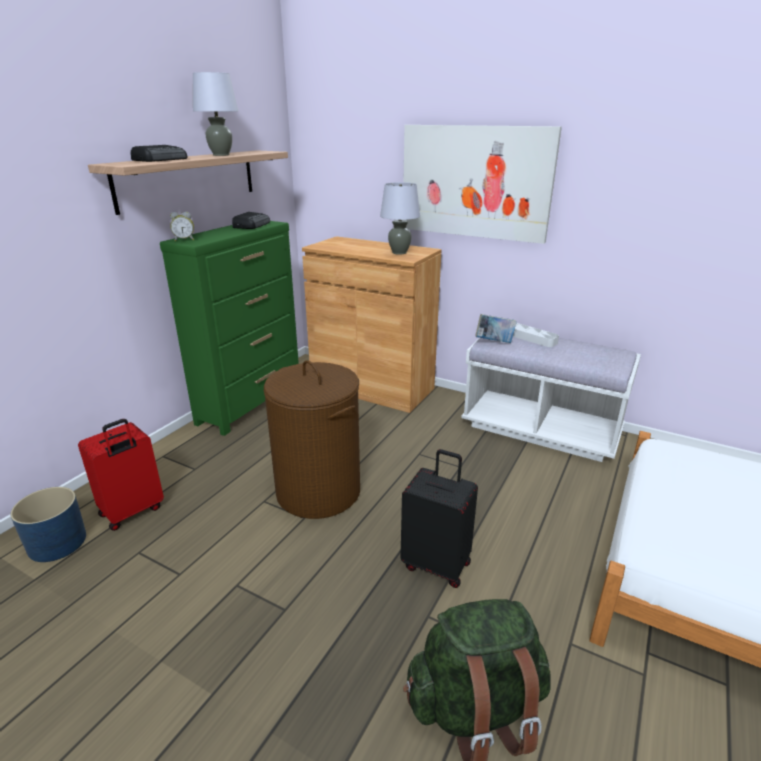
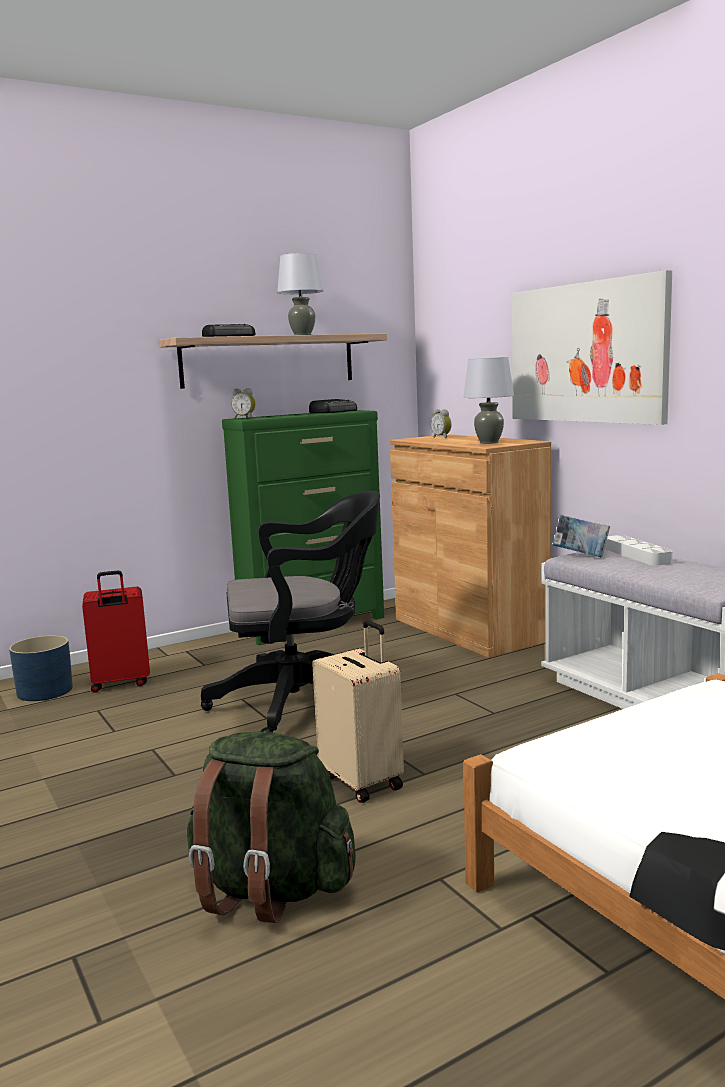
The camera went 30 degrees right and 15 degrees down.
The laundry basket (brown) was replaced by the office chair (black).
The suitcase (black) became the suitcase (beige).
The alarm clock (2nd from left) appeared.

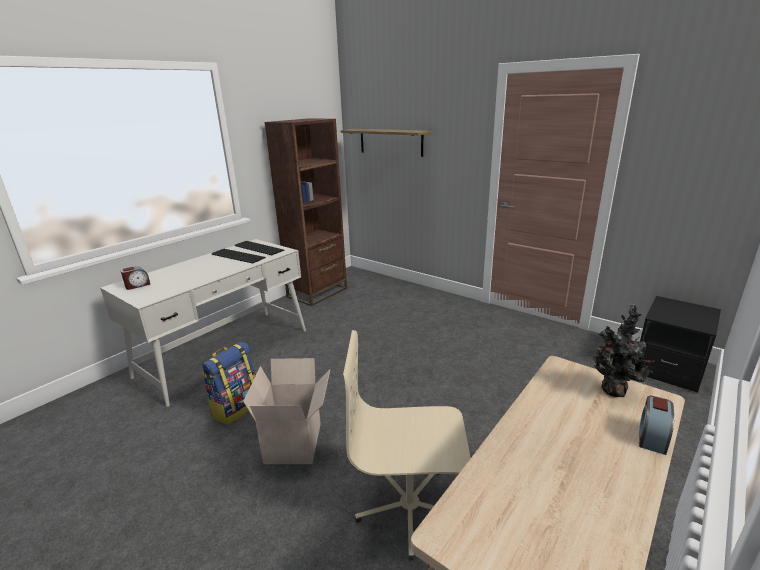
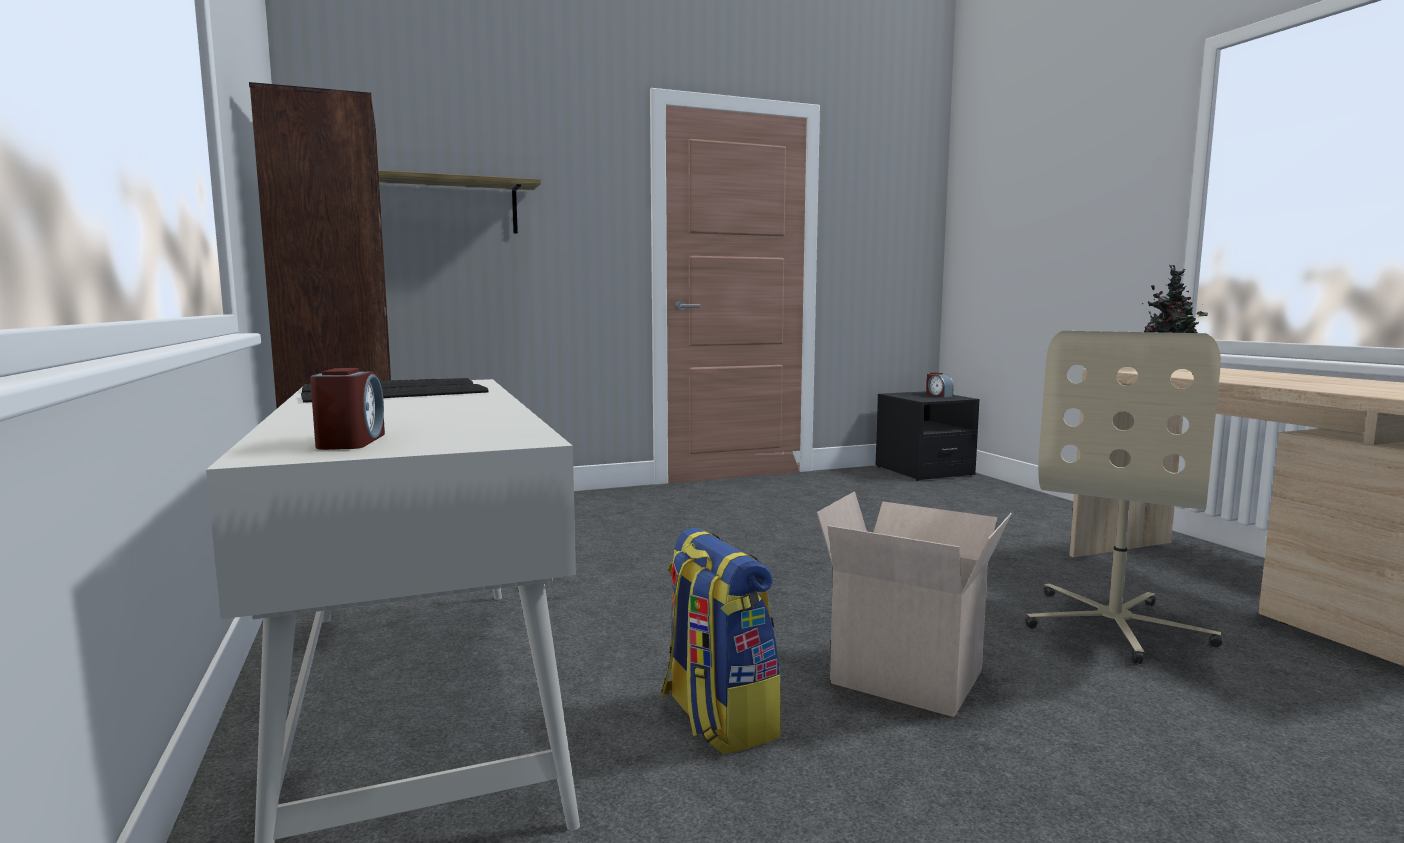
The camera went 60 degrees left and 15 degrees down.
The alarm clock (2nd from left) moved.

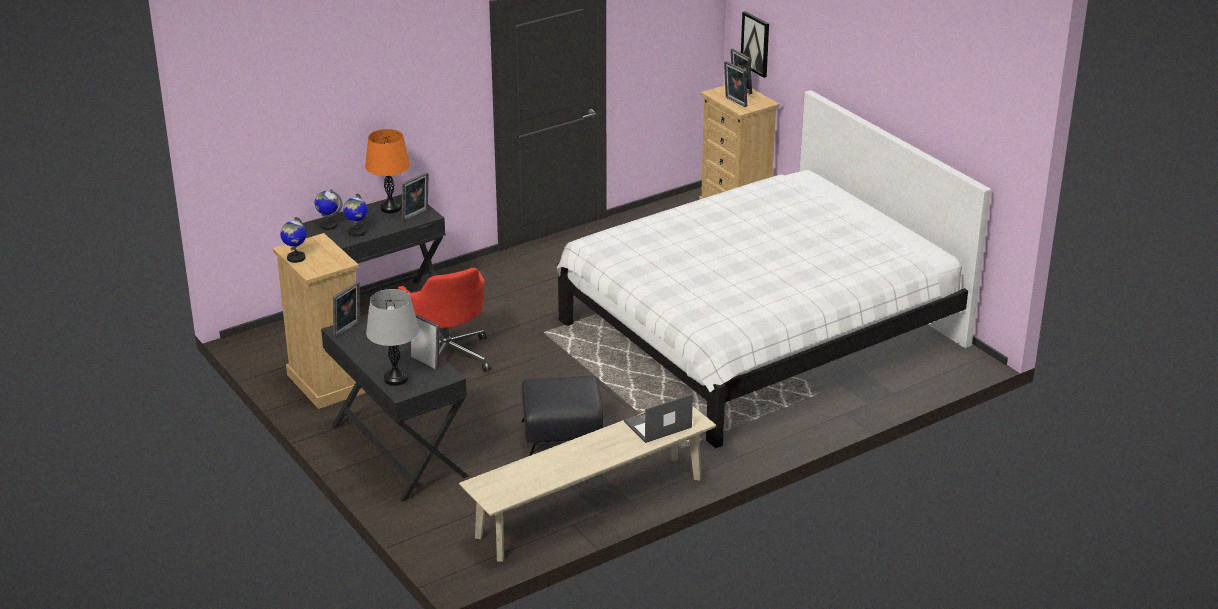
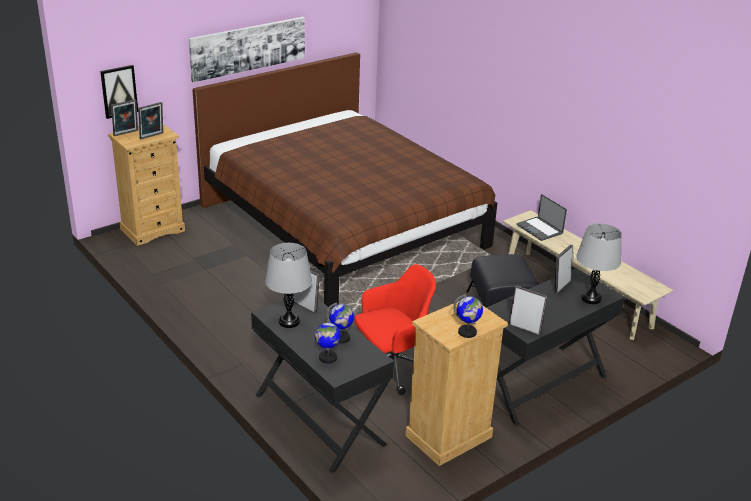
The camera went 95 degrees left and 0 degrees up.
The bed (white) became the bed (brown).
The table lamp (orange) became the table lamp (grey) (1st from left).
The picture (2nd from left) appeared.

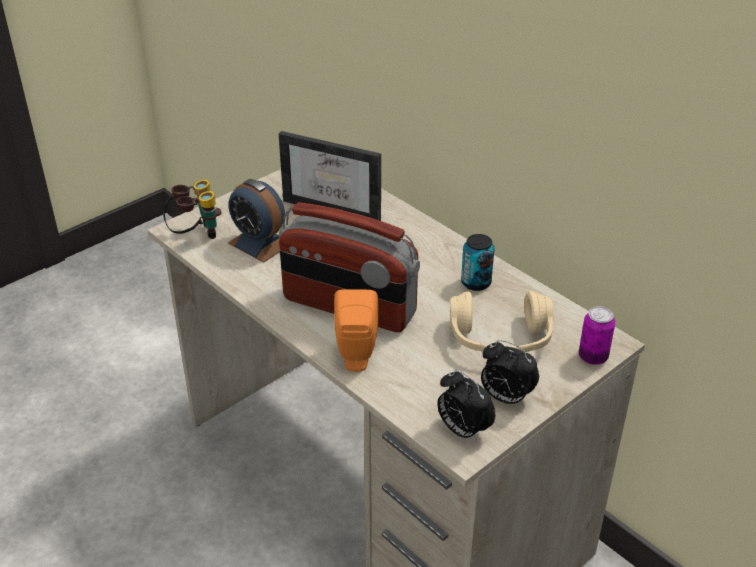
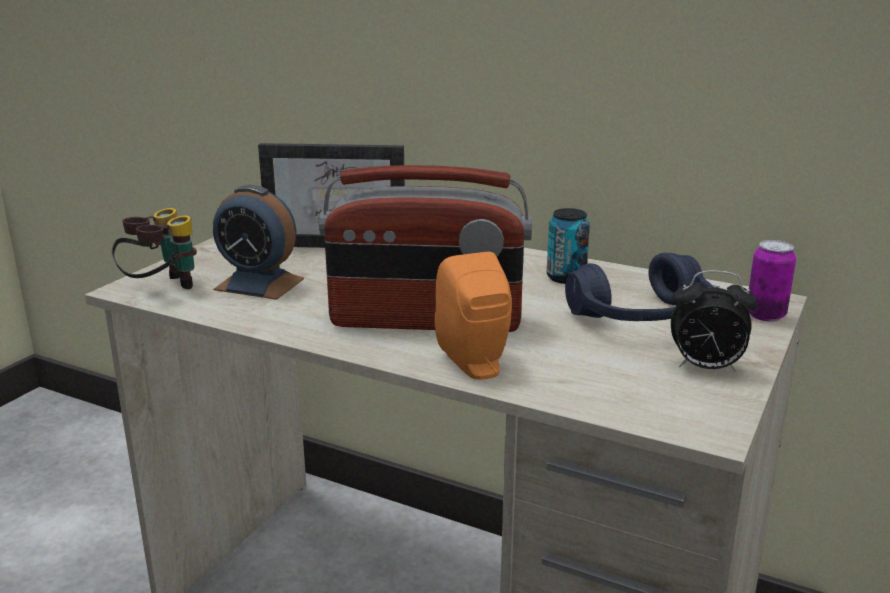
The camera went 20 degrees left and 15 degrees down.
The headphones (beige) became the headphones (blue).
The alarm clock (2nd from left) disappeared.

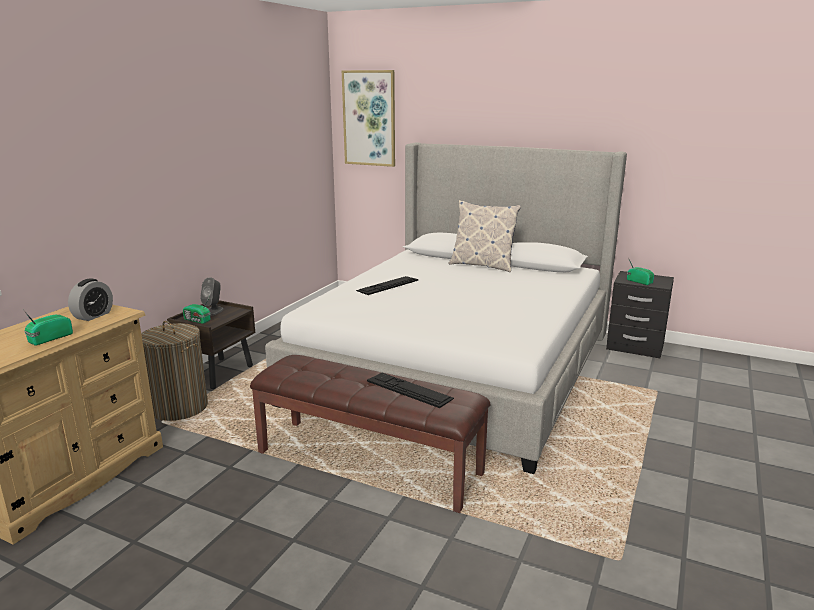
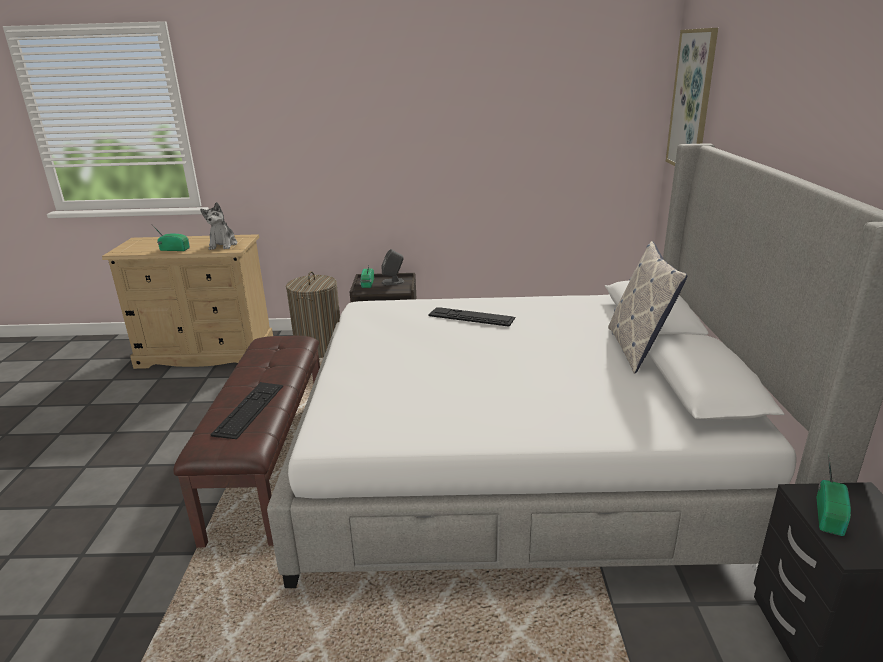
The camera went 65 degrees right and 5 degrees up.
The alarm clock was replaced by the plush toy.

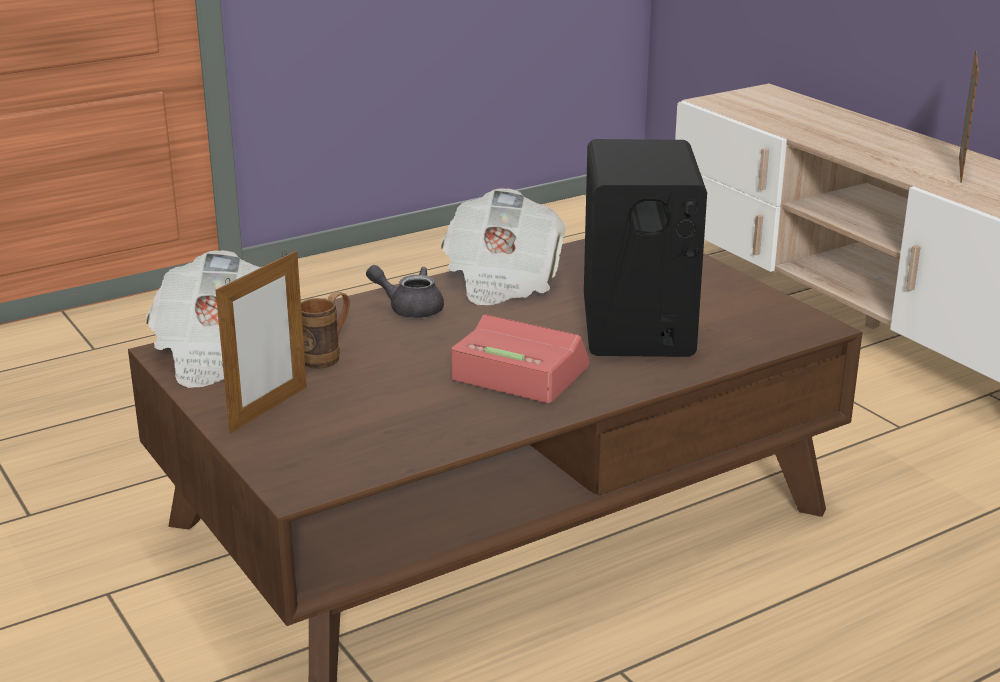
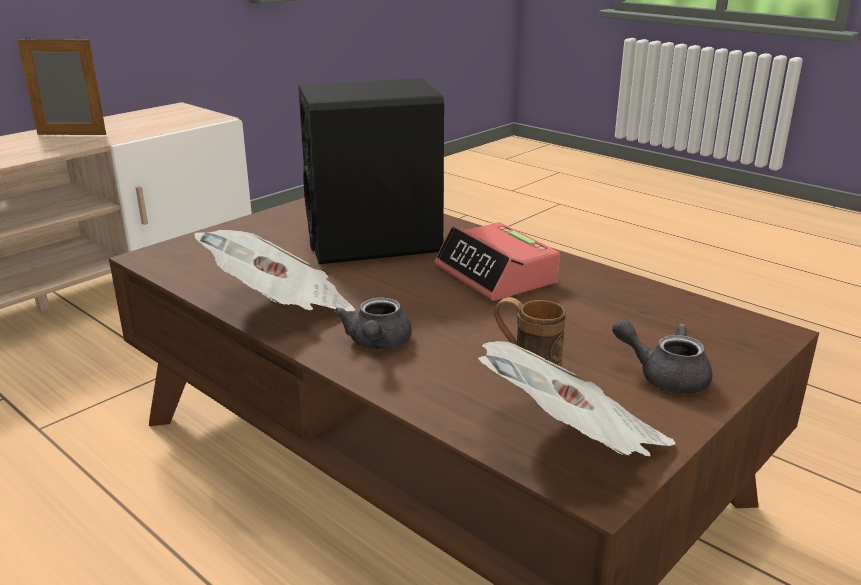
The camera went 105 degrees left and 0 degrees up.
The picture frame (1st from left) was replaced by the teapot (grey) (2nd from left).
The alarm clock turned 45 degrees counterclockwise.

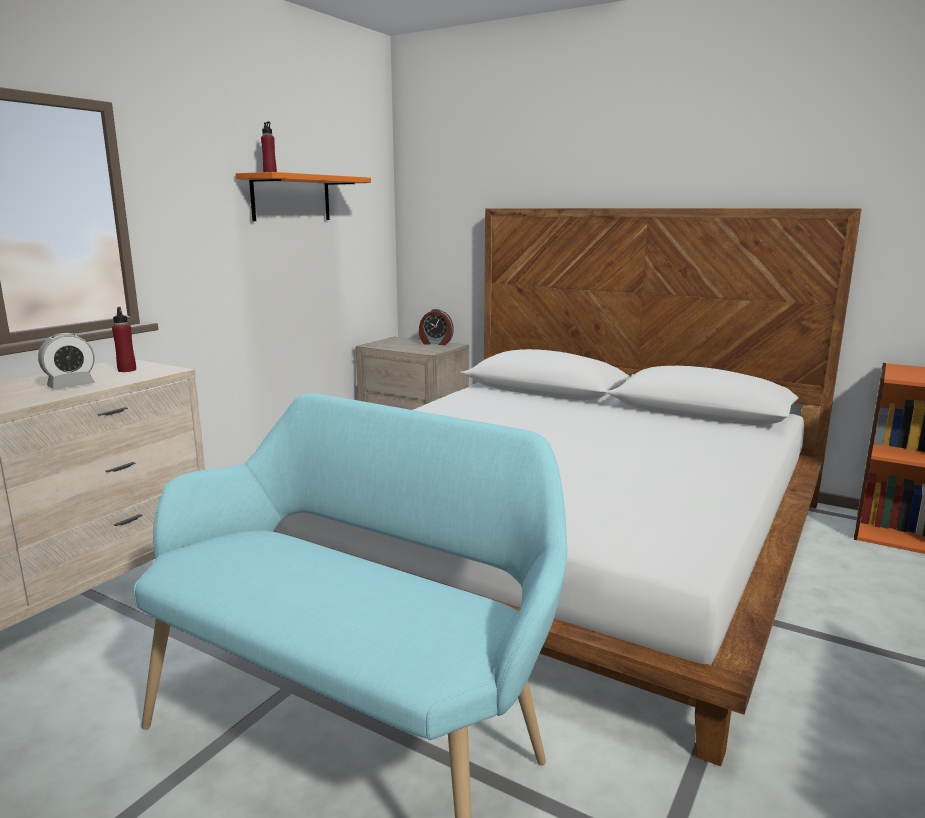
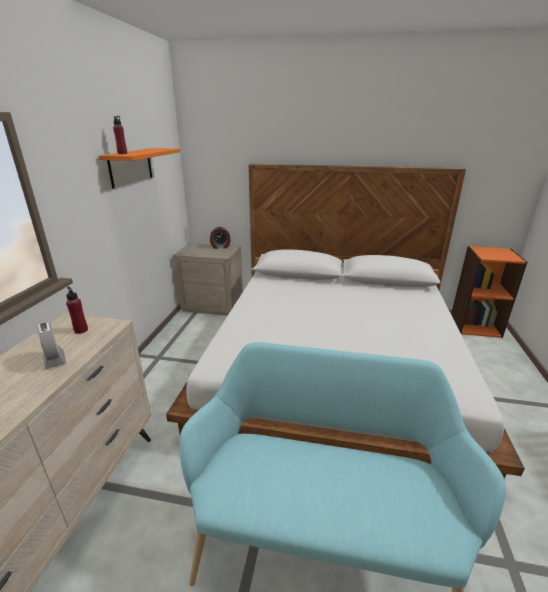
The camera went 20 degrees left and 10 degrees up.
The alarm clock (1st from left) turned 120 degrees clockwise.

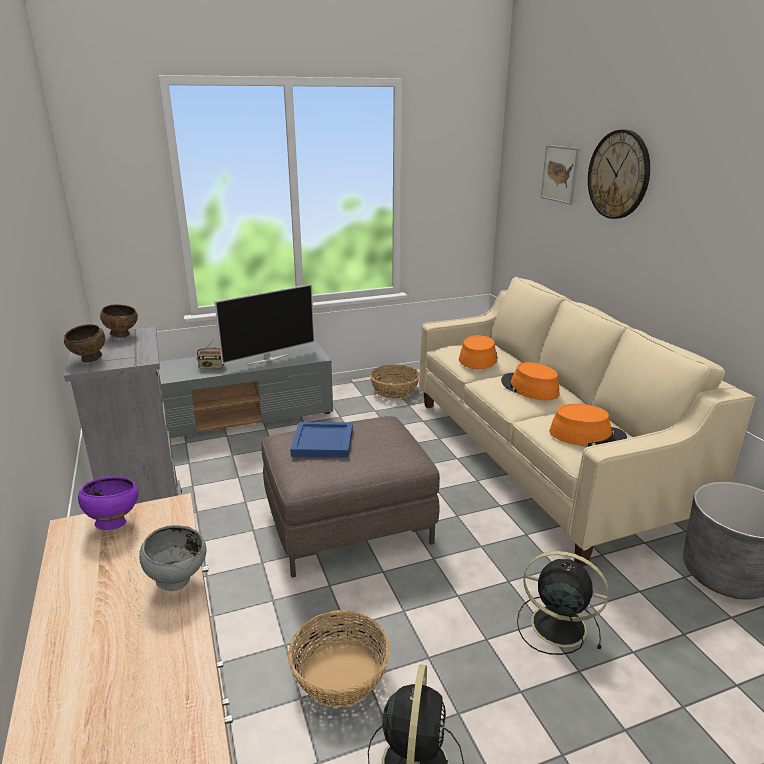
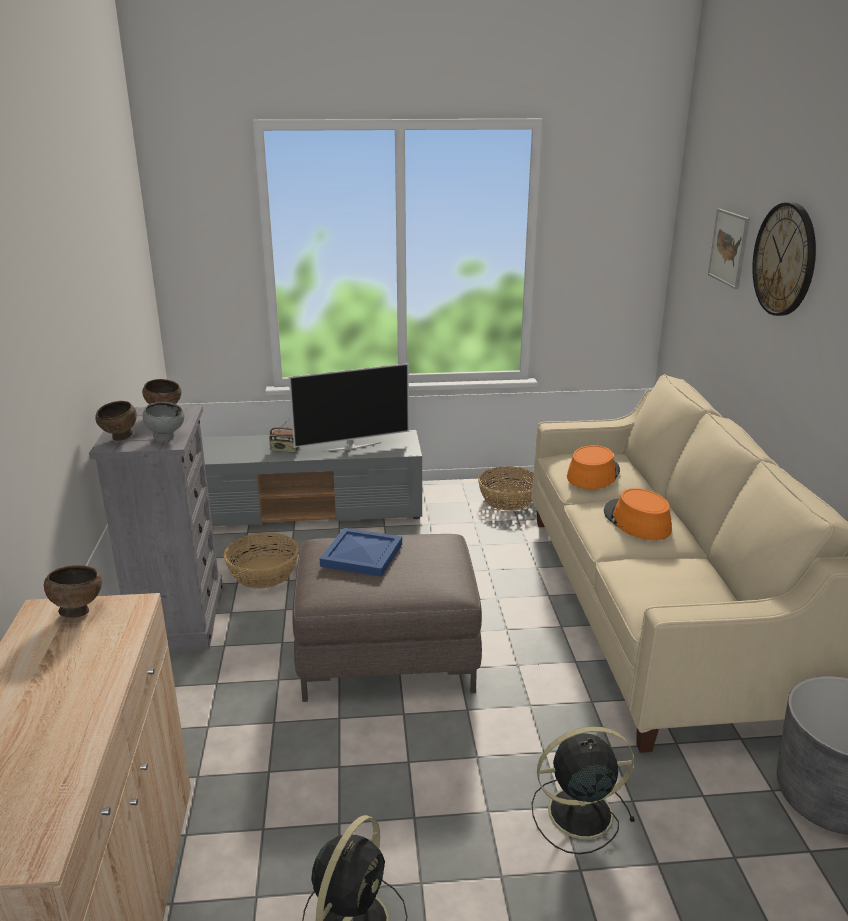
The camera went 15 degrees right and 0 degrees up.
The hat (orange) (3rd from left) disappeared.
The bowl (purple) became the bowl (brown) (1st from left).
The bowl (grey) moved.
The fan (black) (2nd from left) turned 45 degrees counterclockwise.
The basket (1st from left) moved.

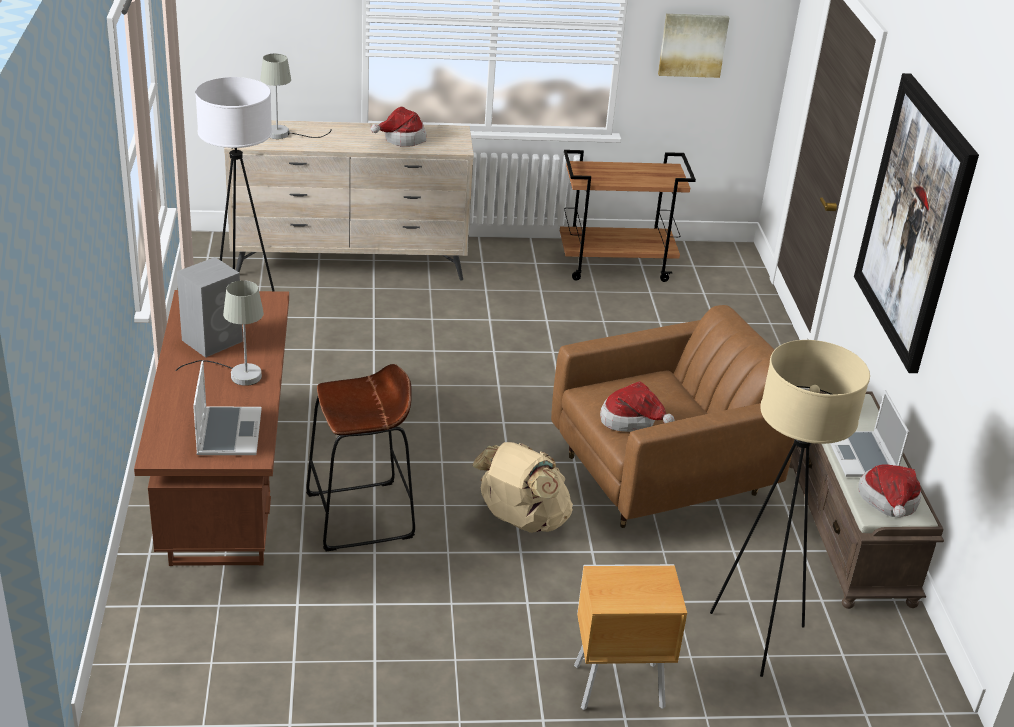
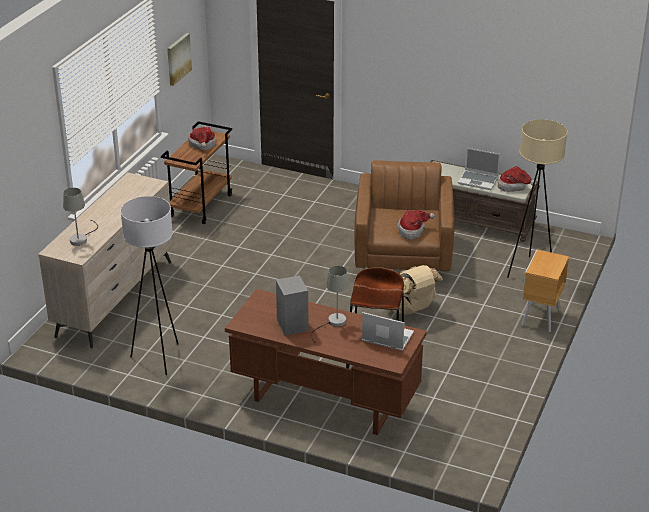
The camera went 60 degrees left and 0 degrees up.
The picture (2nd from left) disappeared.
The hat (1st from left) moved.

